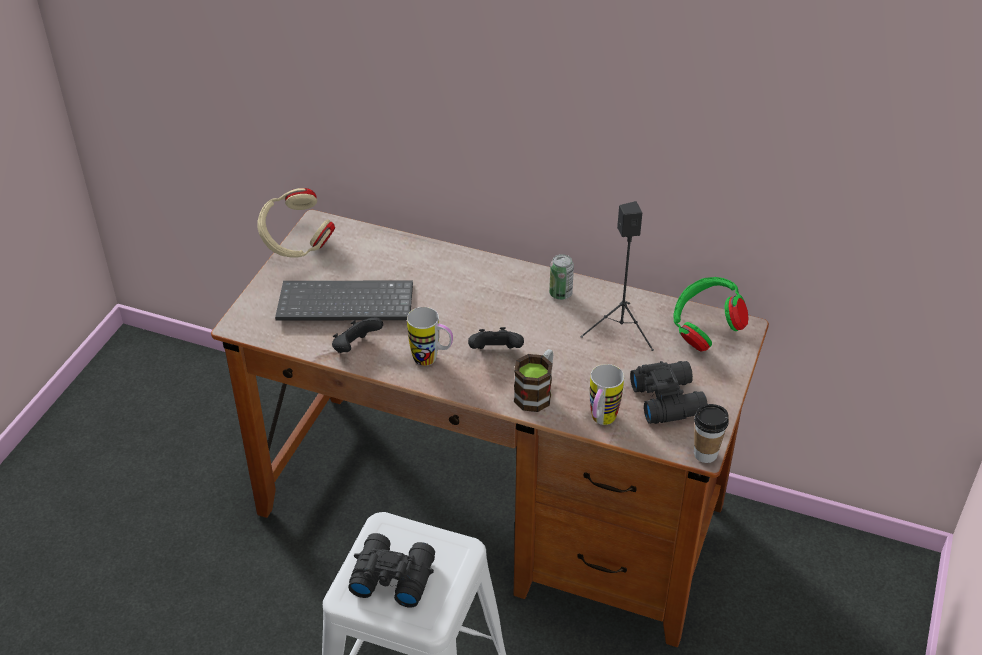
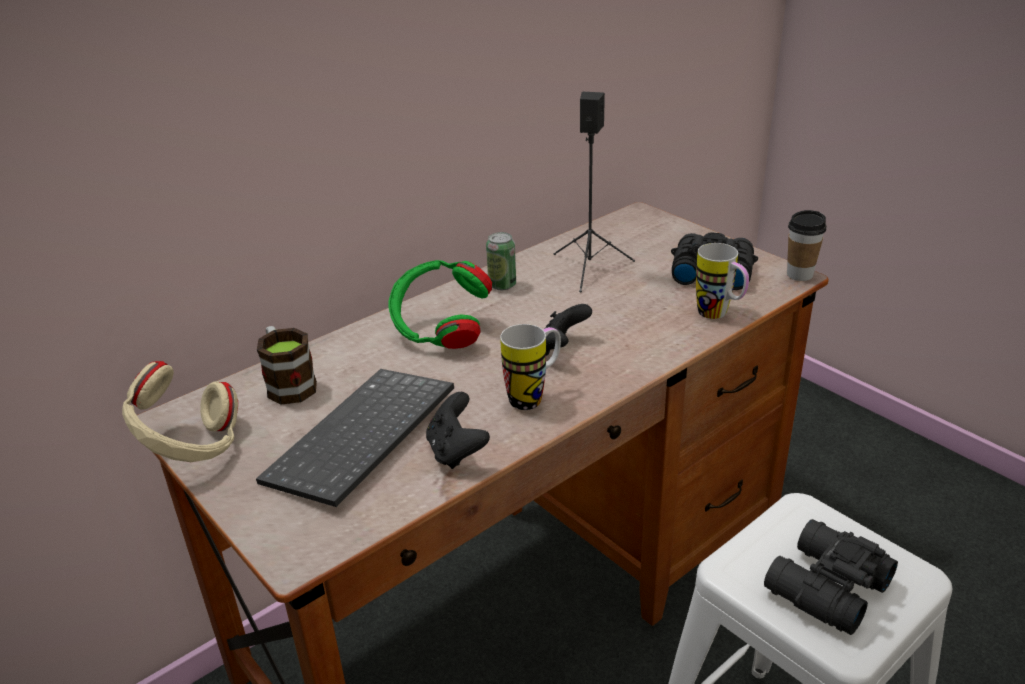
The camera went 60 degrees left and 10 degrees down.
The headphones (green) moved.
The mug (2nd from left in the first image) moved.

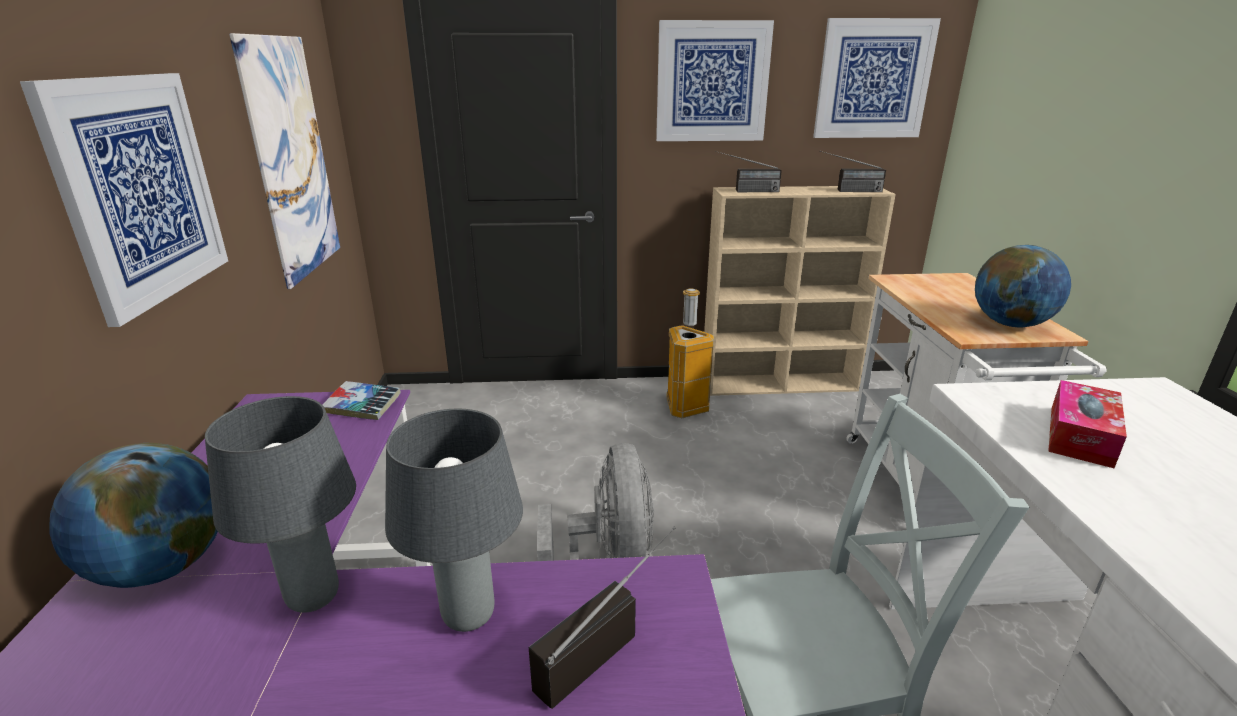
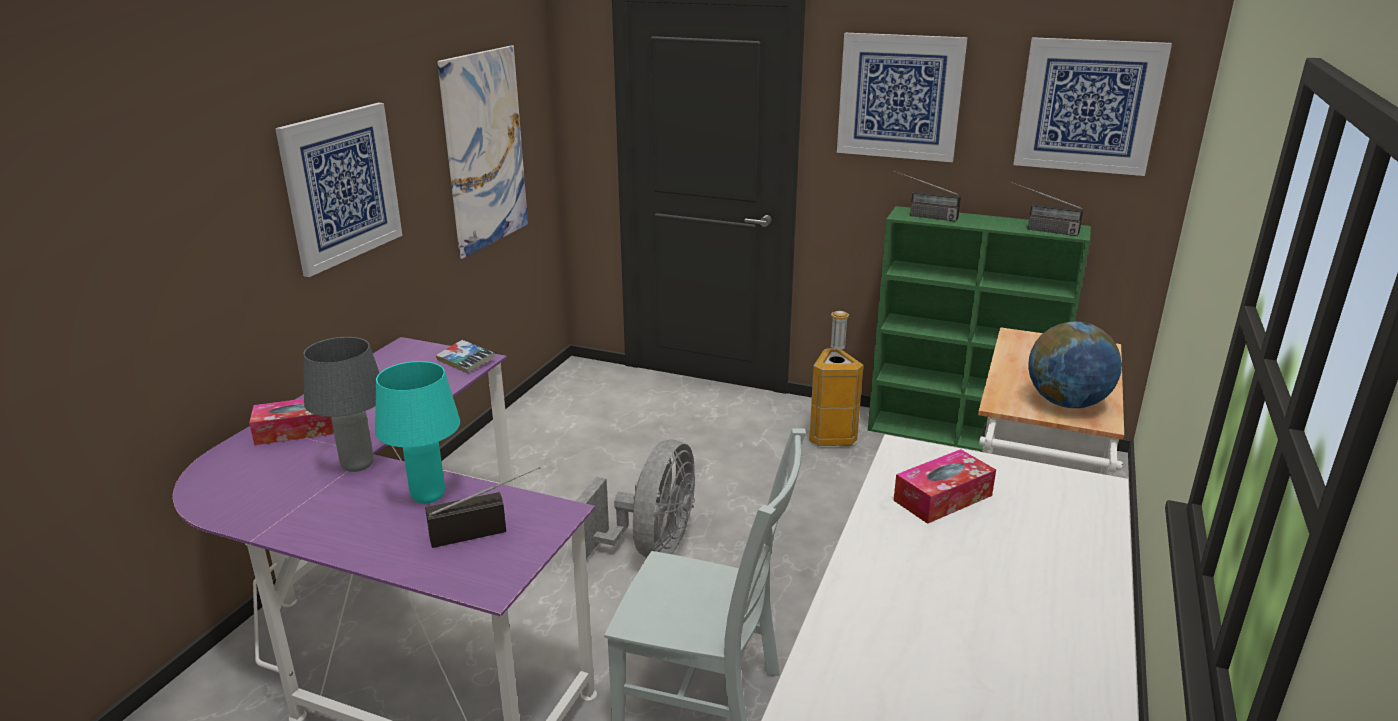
The camera went 25 degrees right and 0 degrees up.
The bookcase (beige) became the bookcase (green).
The table lamp (grey) (2nd from left) became the table lamp (turquoise).
The globe (1st from left) was replaced by the tissue box (1st from left).

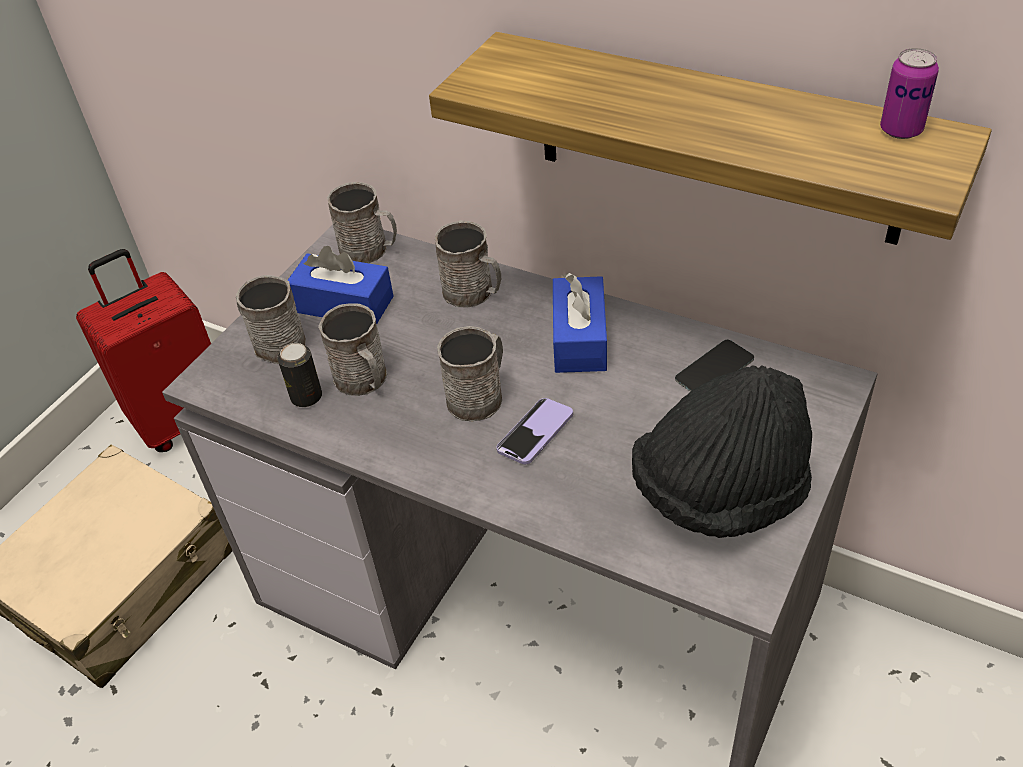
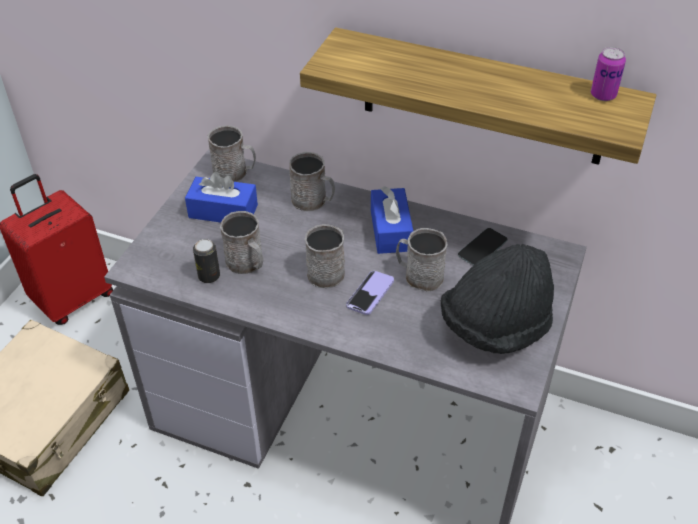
The camera went 10 degrees left and 0 degrees up.
The mug (grey) (1st from left in the first image) moved.

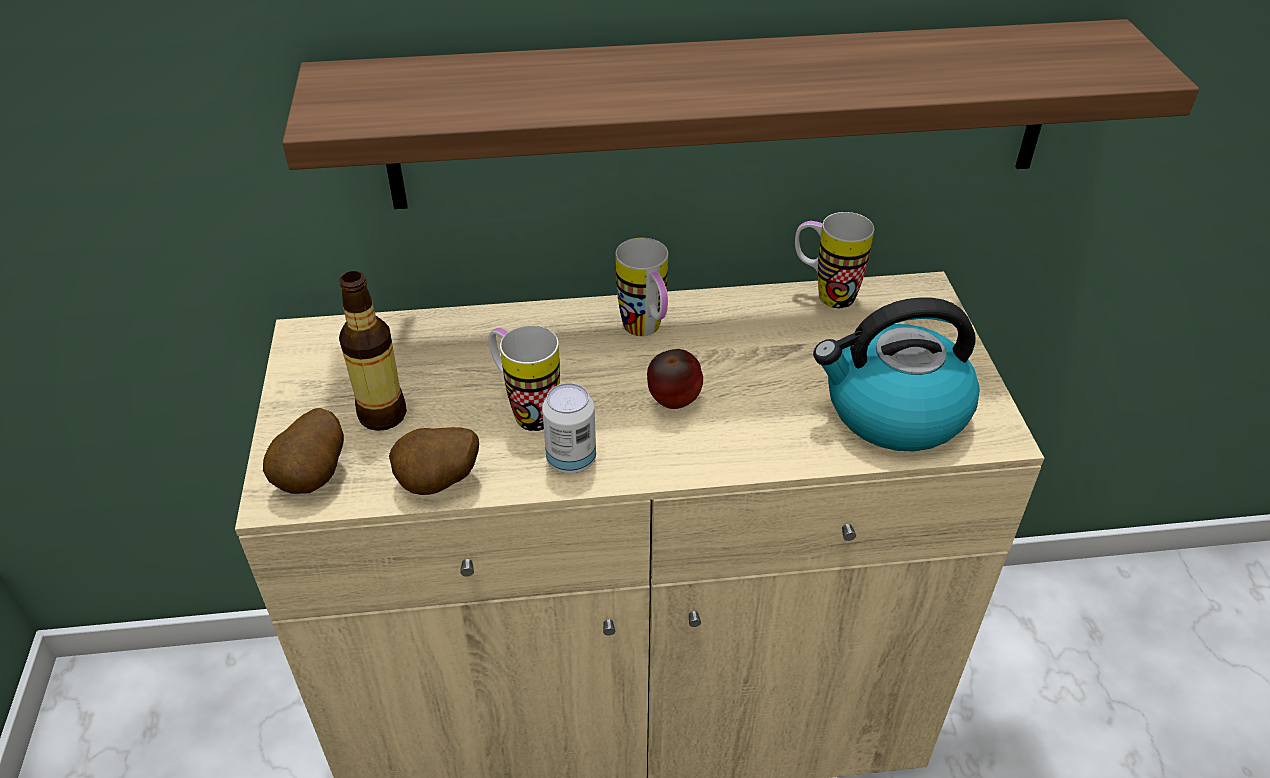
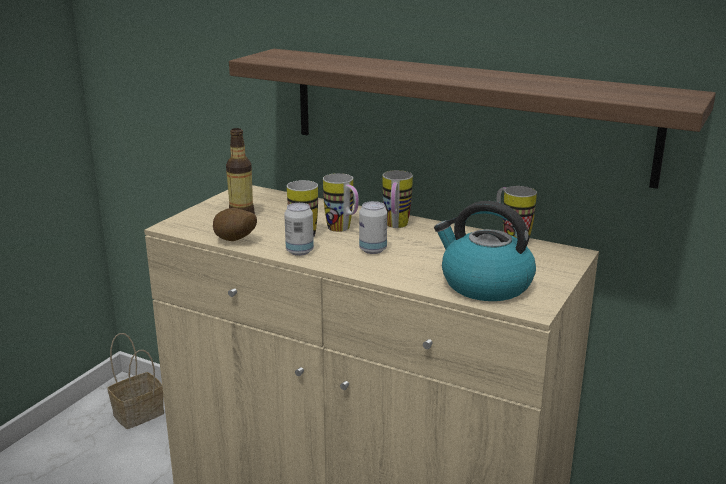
The camera went 35 degrees right and 20 degrees down.
The apple was replaced by the can (2nd from left).
The potato (1st from left) disappeared.
The mug (2nd from left) appeared.
The basket appeared.

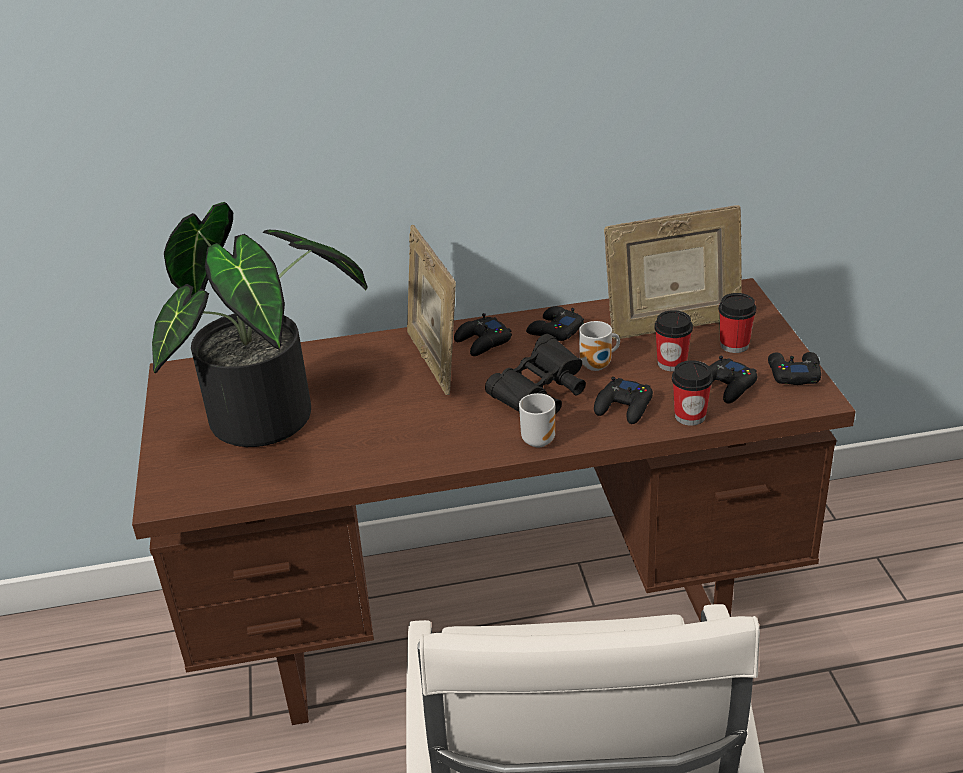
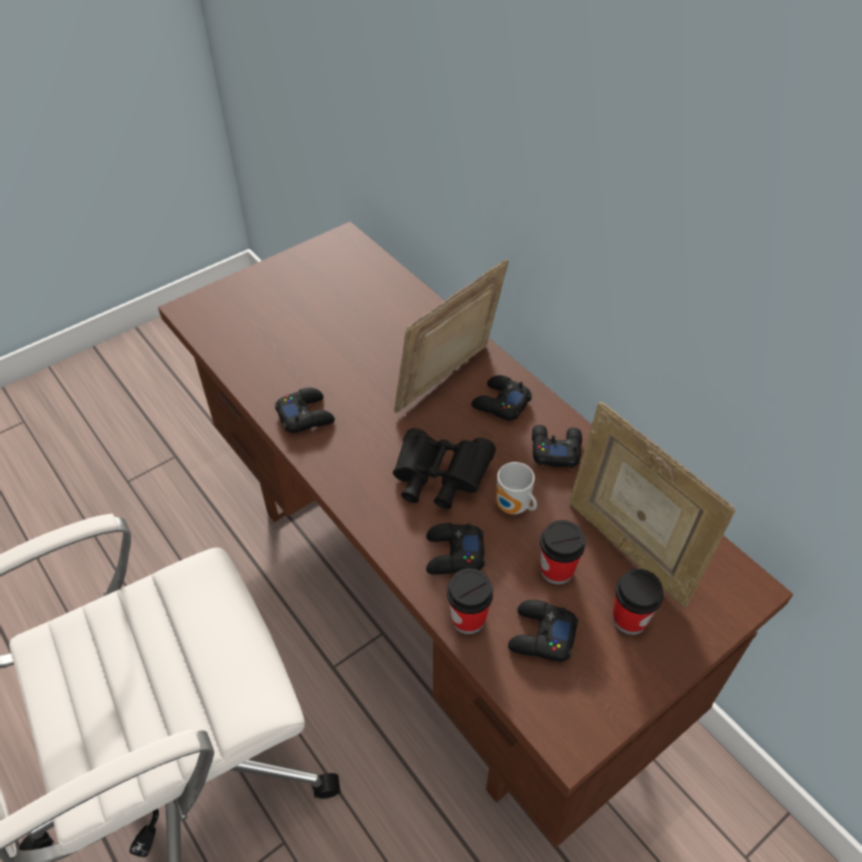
The camera went 60 degrees right and 15 degrees up.
The potted plant disappeared.
The game controller (black) (5th from left in the first image) moved.
The mug (1st from left) disappeared.

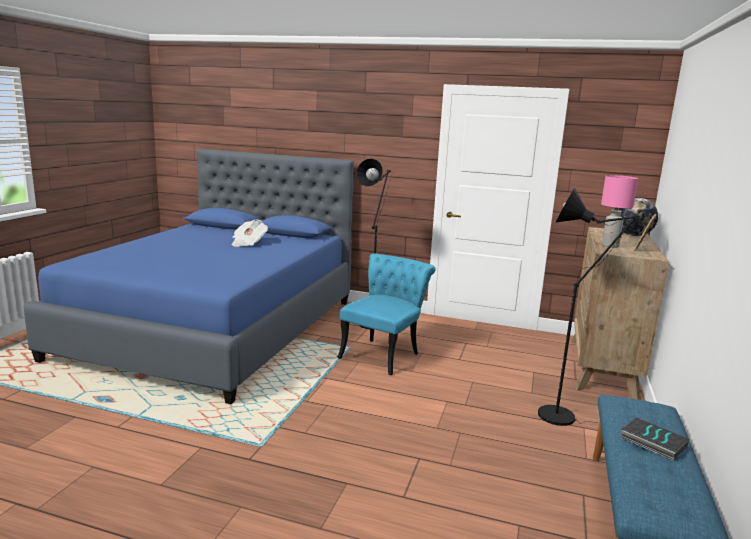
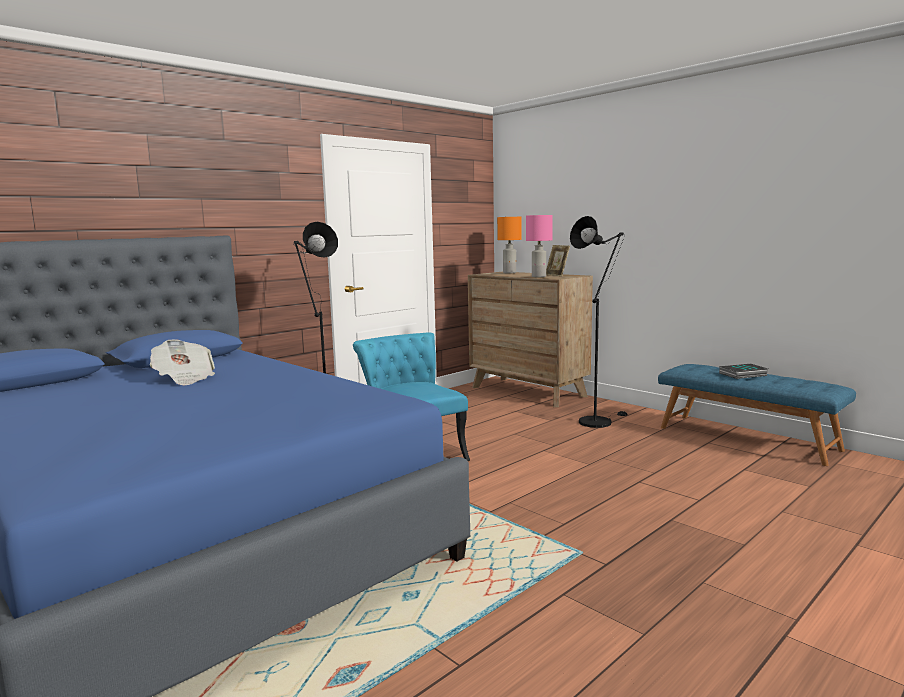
The camera went 60 degrees left and 5 degrees down.
The globe was replaced by the table lamp (orange).

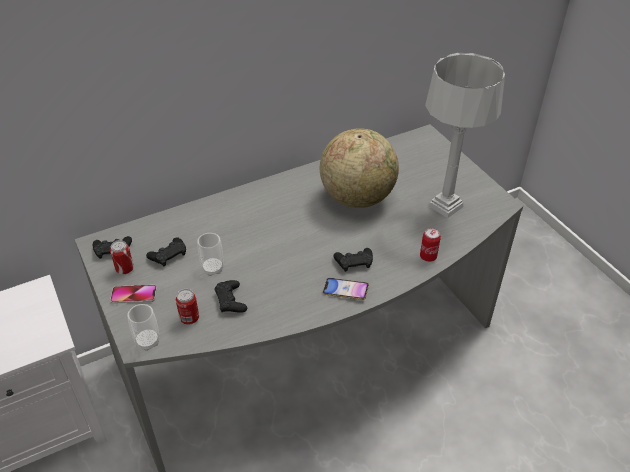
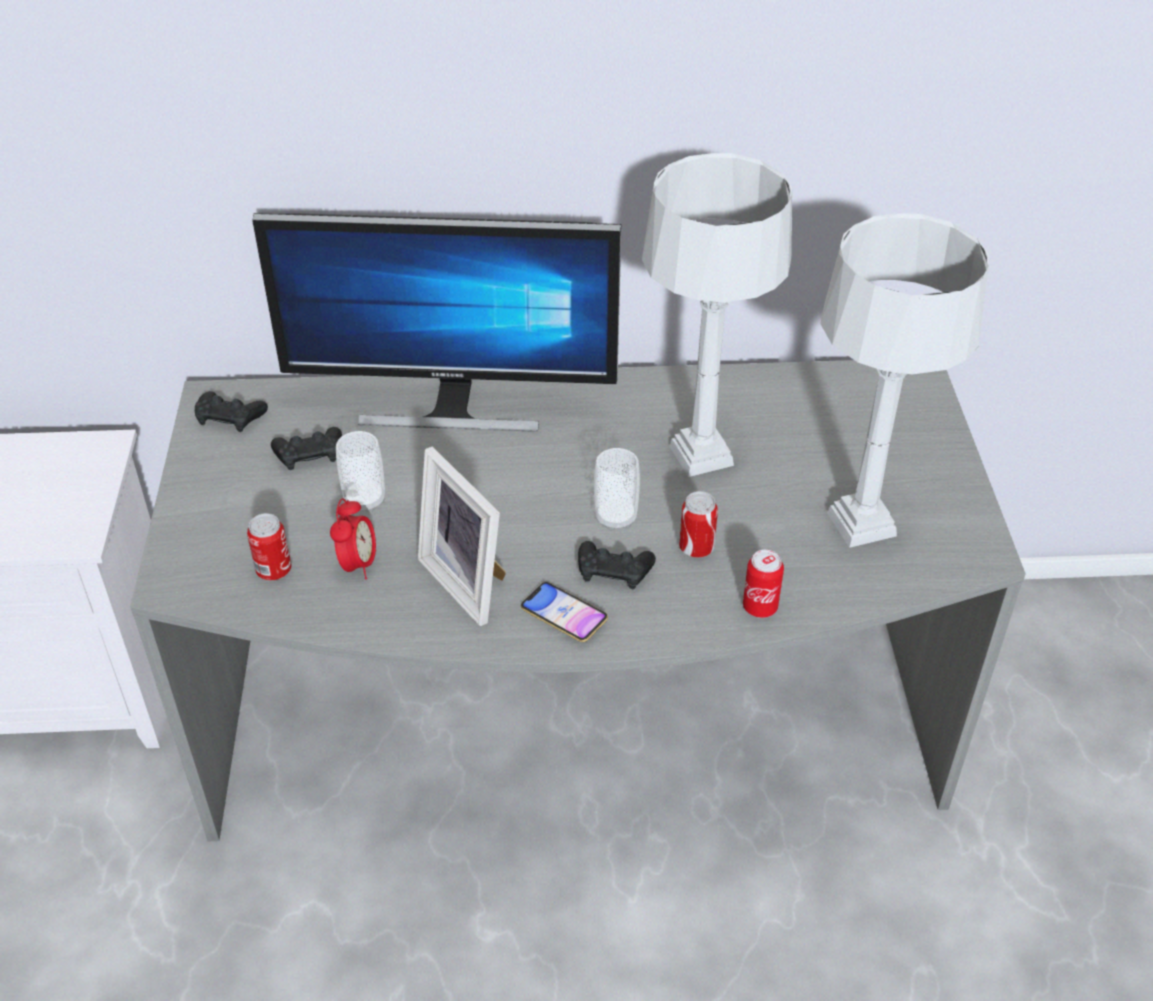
The camera went 25 degrees right and 0 degrees up.
The globe was replaced by the table lamp (grey) (1st from left).
The can (1st from left in the first image) moved.
The game controller (black) (3rd from left) was replaced by the alarm clock.
The phone (1st from left) disappeared.
The cup (1st from left in the first image) moved.
The monitor appeared.
The picture frame appeared.

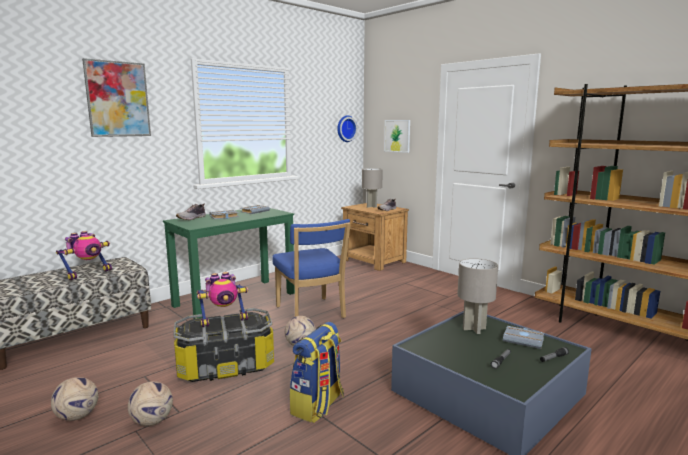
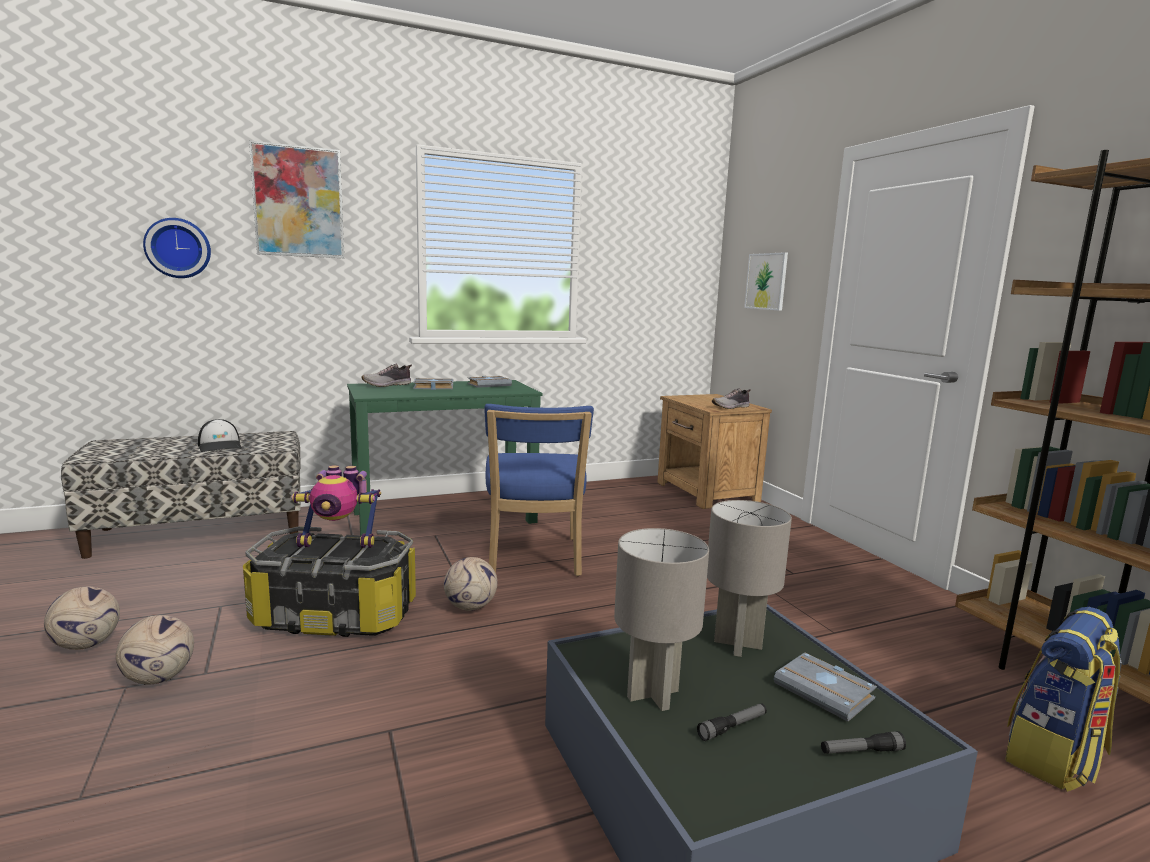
The camera went 20 degrees right and 0 degrees up.
The wall clock moved.
The table lamp (grey) (1st from left) moved.
The toy robot (1st from left) was replaced by the cap.
The backpack moved.

